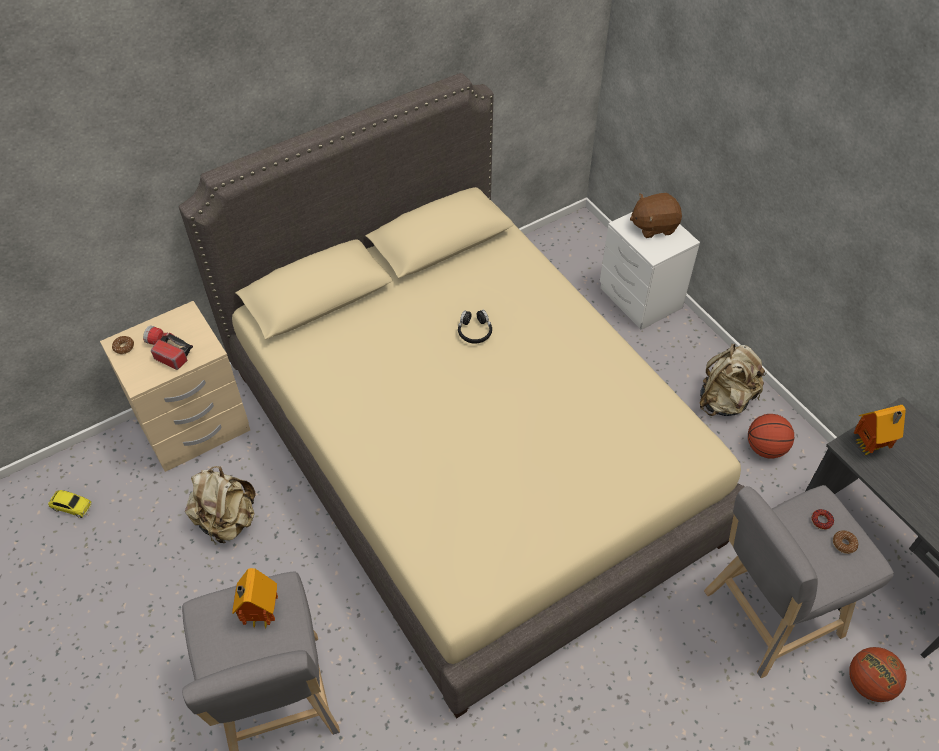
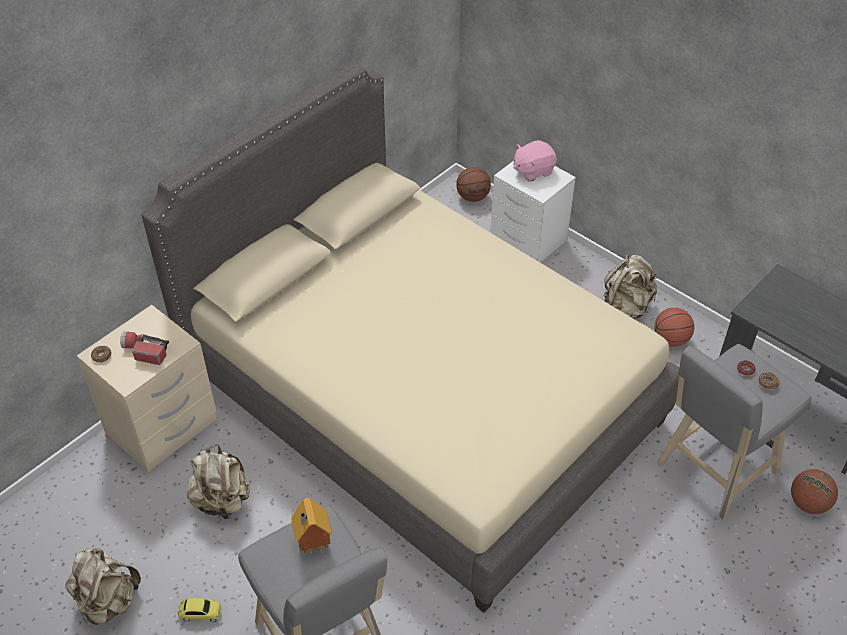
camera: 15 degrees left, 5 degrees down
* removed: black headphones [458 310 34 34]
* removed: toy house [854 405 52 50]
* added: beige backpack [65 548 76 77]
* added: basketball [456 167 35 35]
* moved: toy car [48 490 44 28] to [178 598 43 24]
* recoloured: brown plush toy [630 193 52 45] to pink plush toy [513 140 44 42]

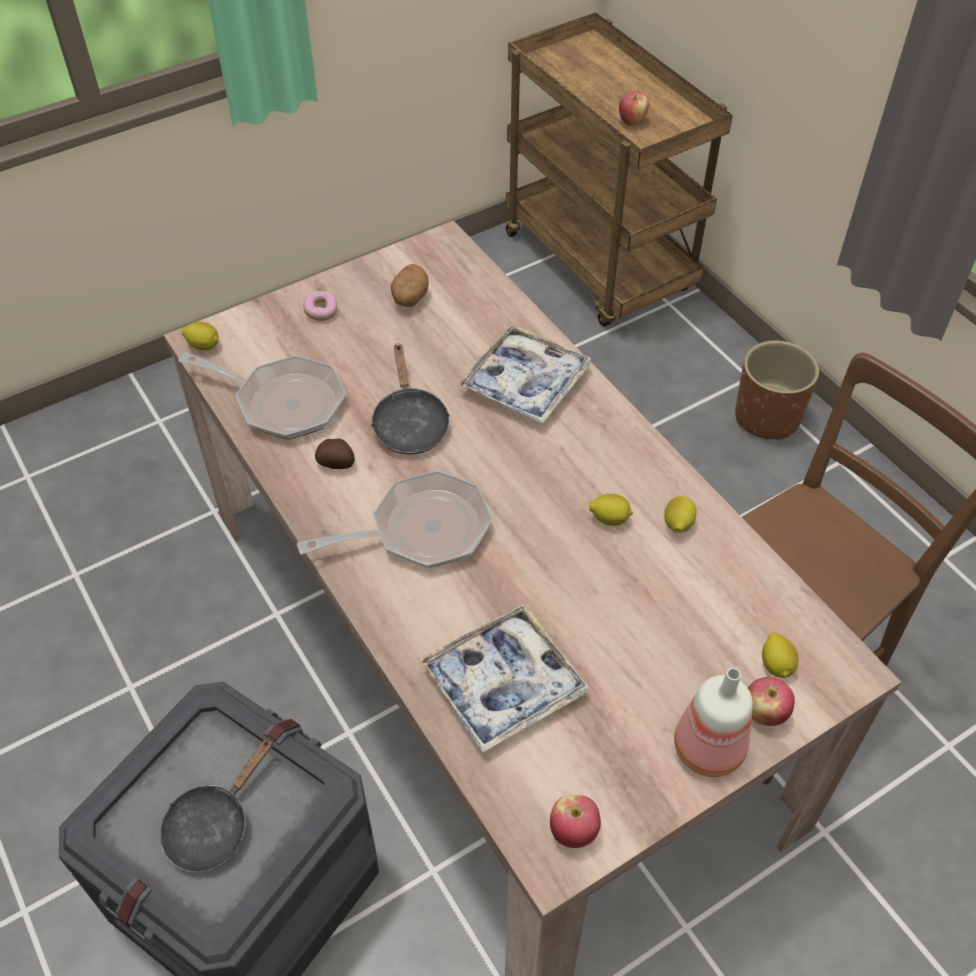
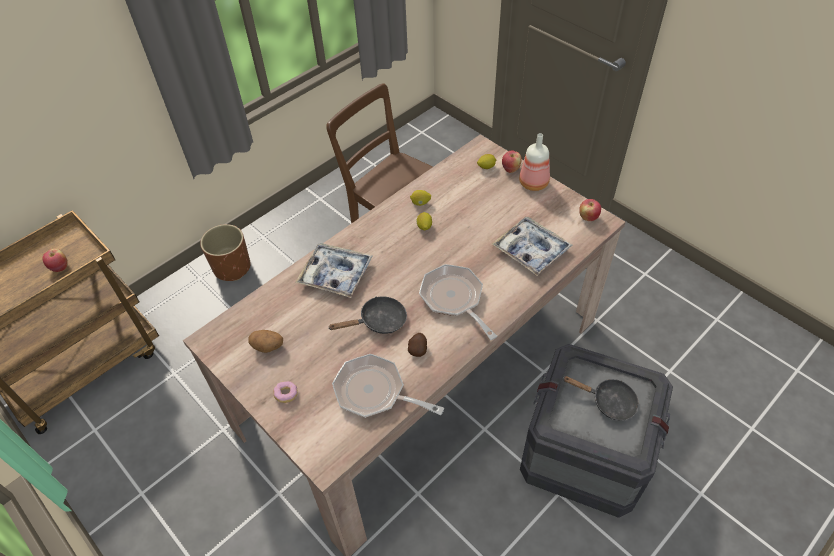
camera: 100 degrees left, 0 degrees up
* removed: lemon [182 322 37 28]
* turned: frying pan [178 352 168 87] = [332 354 112 64] 75 degrees counterclockwise

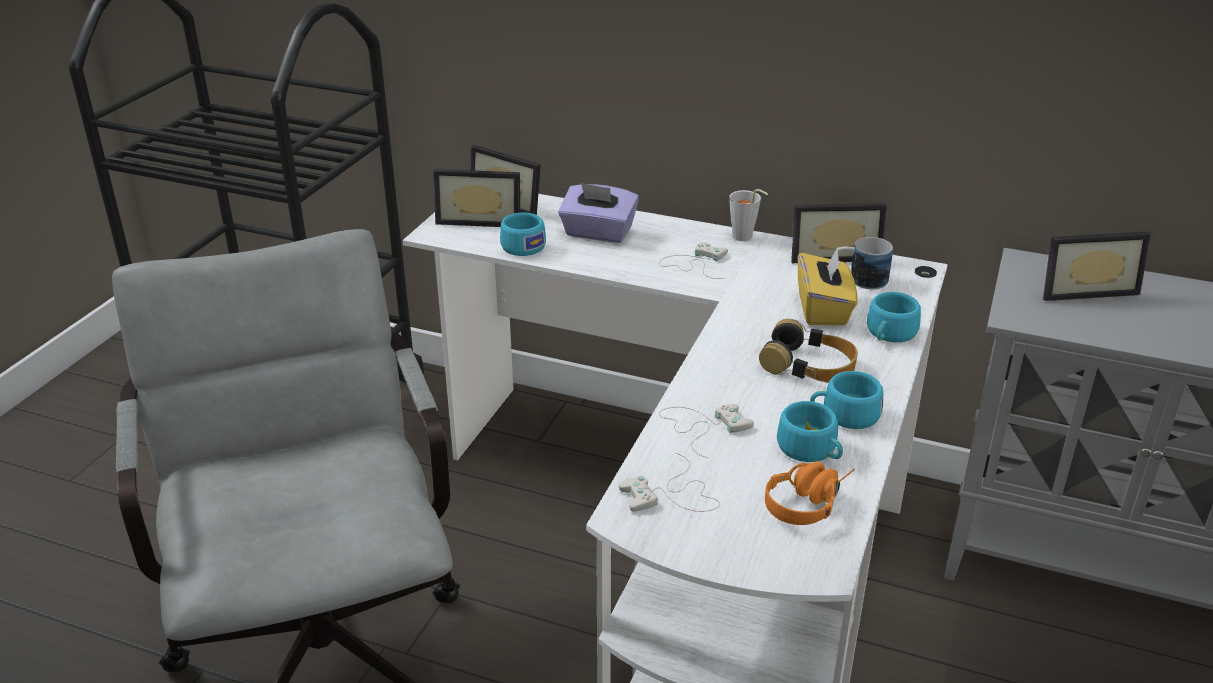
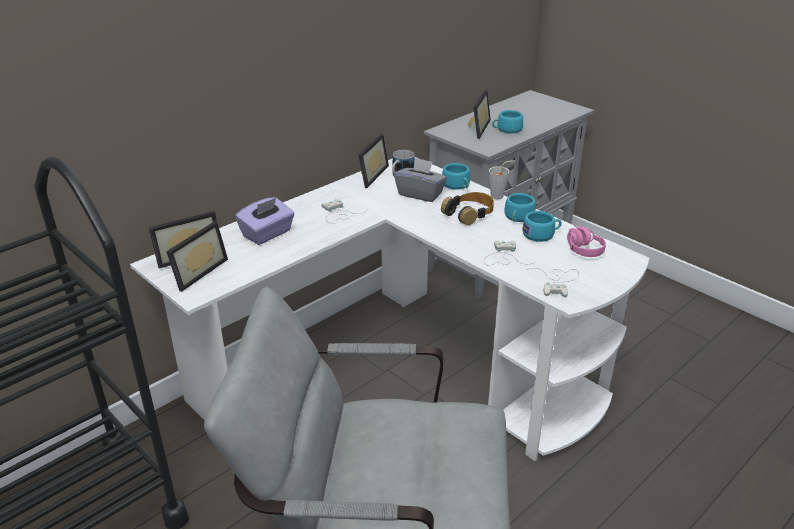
camera: 65 degrees left, 0 degrees up
* moved: turquoise cup [500 212 46 44] to [492 110 31 23]
* moved: grey cup [729 189 39 52] to [489 160 26 39]
* recoloured: orange headphones [765 461 90 64] to pink headphones [567 225 39 32]
* recoloured: yellow tissue box [798 247 59 78] to grey tissue box [394 158 53 44]

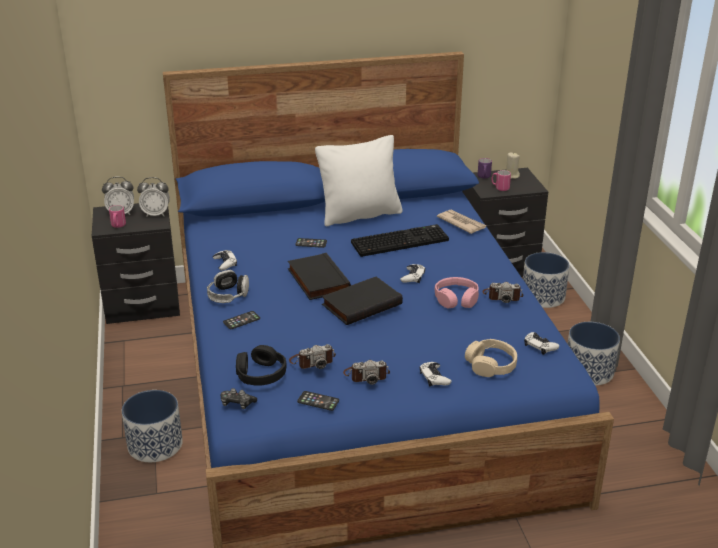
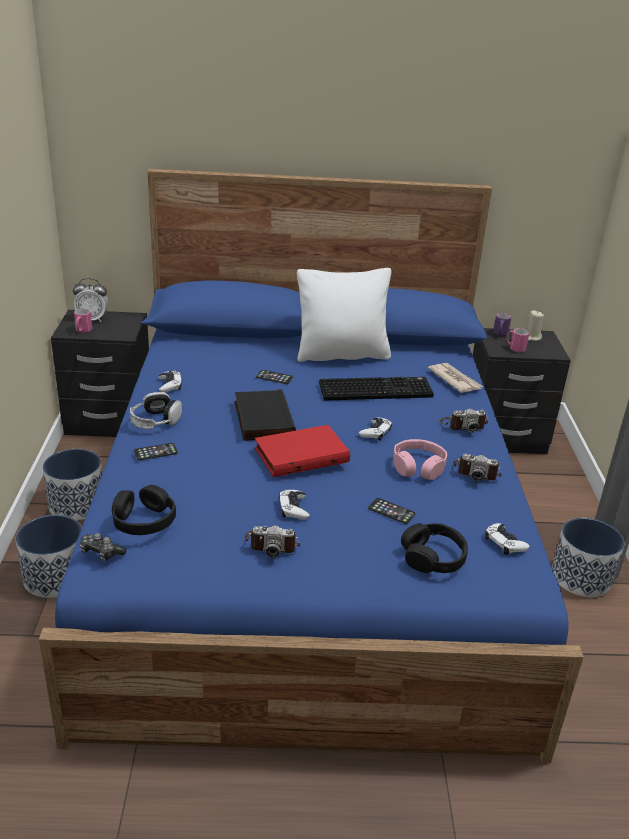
camera: 10 degrees right, 0 degrees up
* removed: alarm clock [137 177 33 40]
* moved: photo camera [289 344 47 25] to [440 408 48 24]
* moved: phone [297 391 42 20] to [368 498 47 26]
* moved: white game controller [420 362 32 25] to [279 490 31 29]
* moved: planter [523 252 47 56] to [43 449 59 71]
* recoloured: black book [322 277 81 48] to red book [254 425 96 52]
* recoloured: beige headphones [465 339 52 38] to black headphones [401 523 67 50]

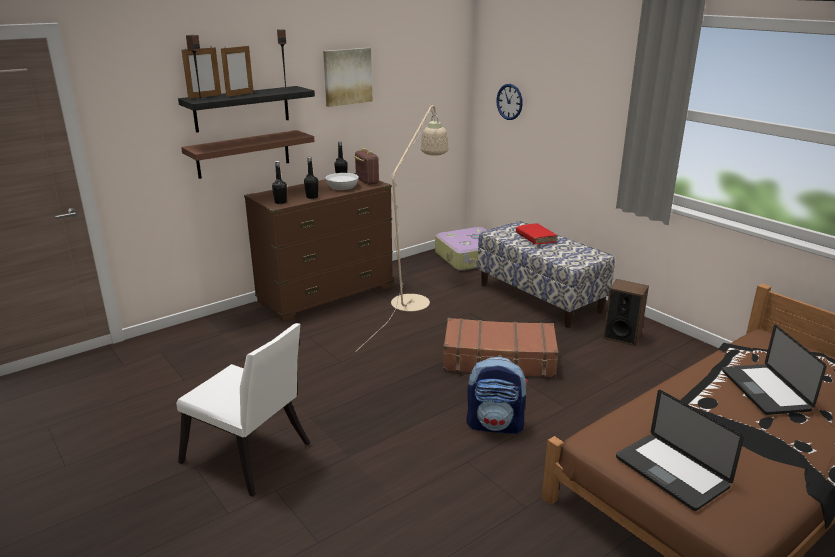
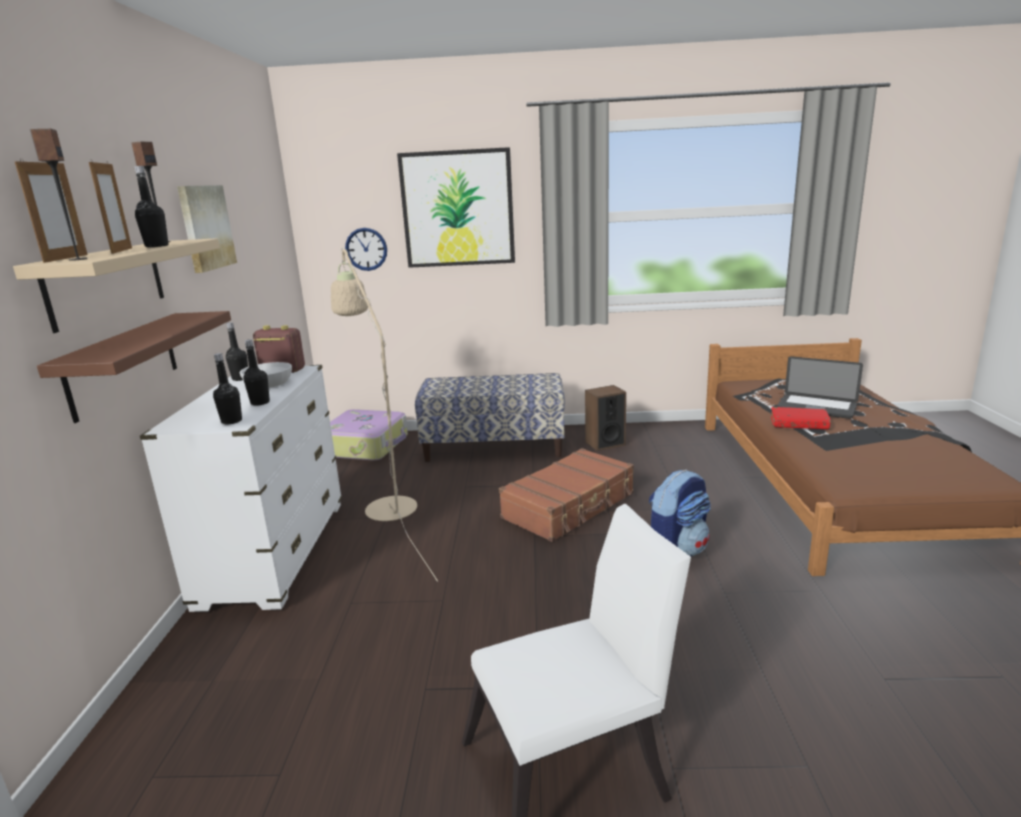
camera: 50 degrees left, 5 degrees down
* removed: laptop [616 390 128 121]
* added: black bottle [134 166 34 81]
* added: picture [397 147 118 121]
* moved: red book [516 223 41 21] to [771 407 60 22]
* recoloured: black shelf [178 86 137 47] to beige shelf [13 238 207 95]
* recoloured: brown dresser [244 173 149 149] to white dresser [140 365 202 247]

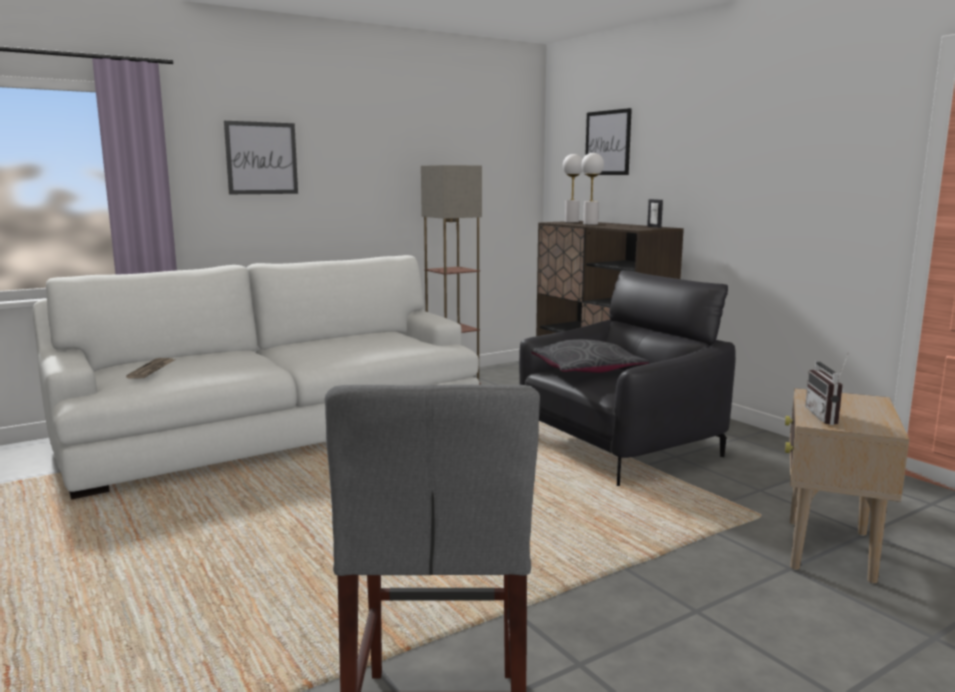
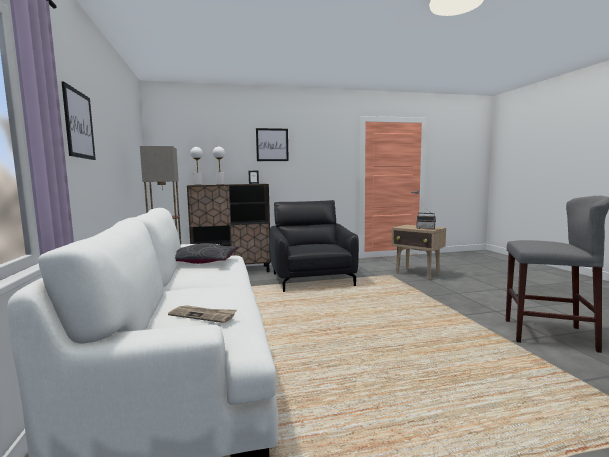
camera: 70 degrees left, 5 degrees down
* moved: grey pillow [531 339 118 34] to [175 243 63 21]
* moved: picture [585 108 47 67] to [256 128 33 33]

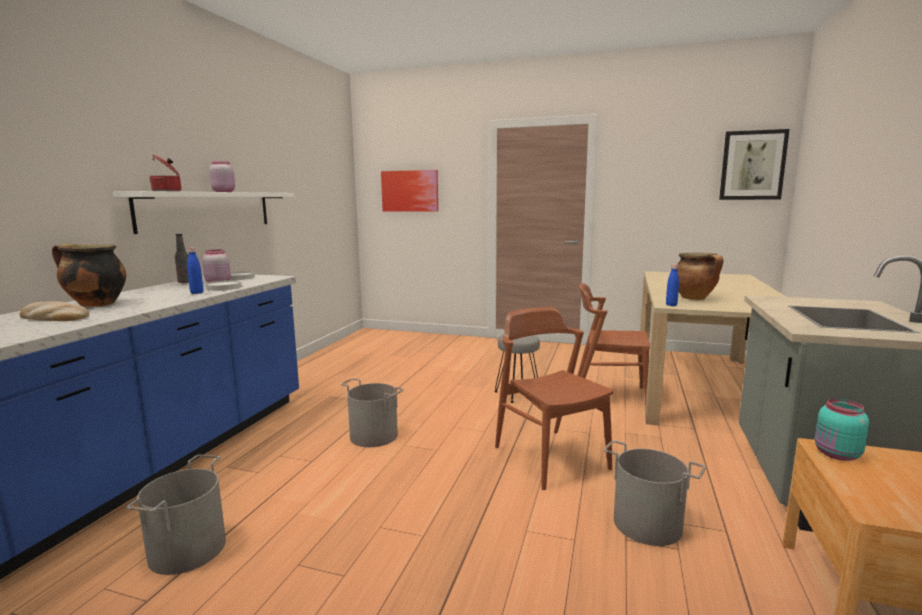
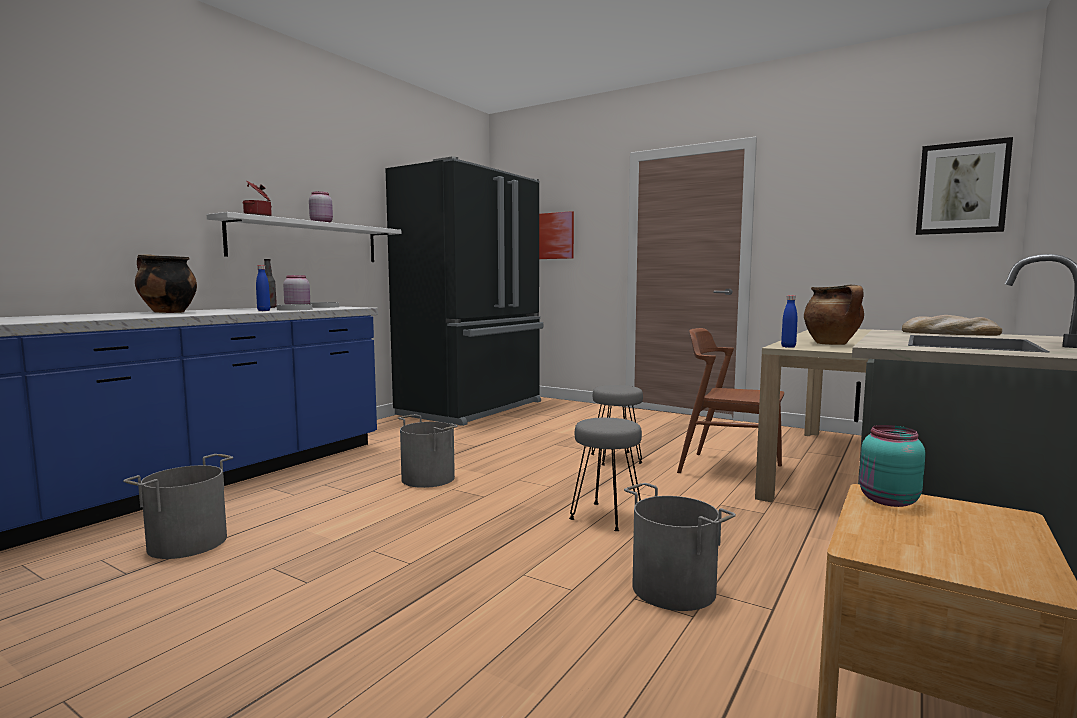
camera: 15 degrees right, 5 degrees down
* added: black fridge [385 156 158 270]
* moved: bread [20 301 70 20] to [902 315 100 21]
* replaced: brown chair [495 307 118 183] to grey stool [569 417 73 114]

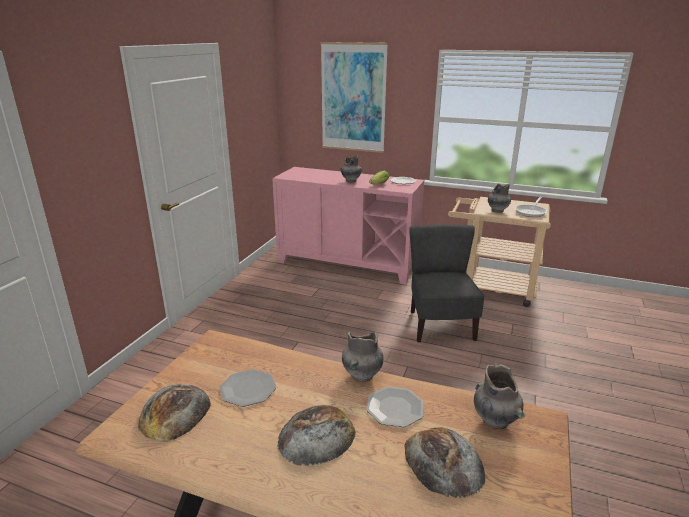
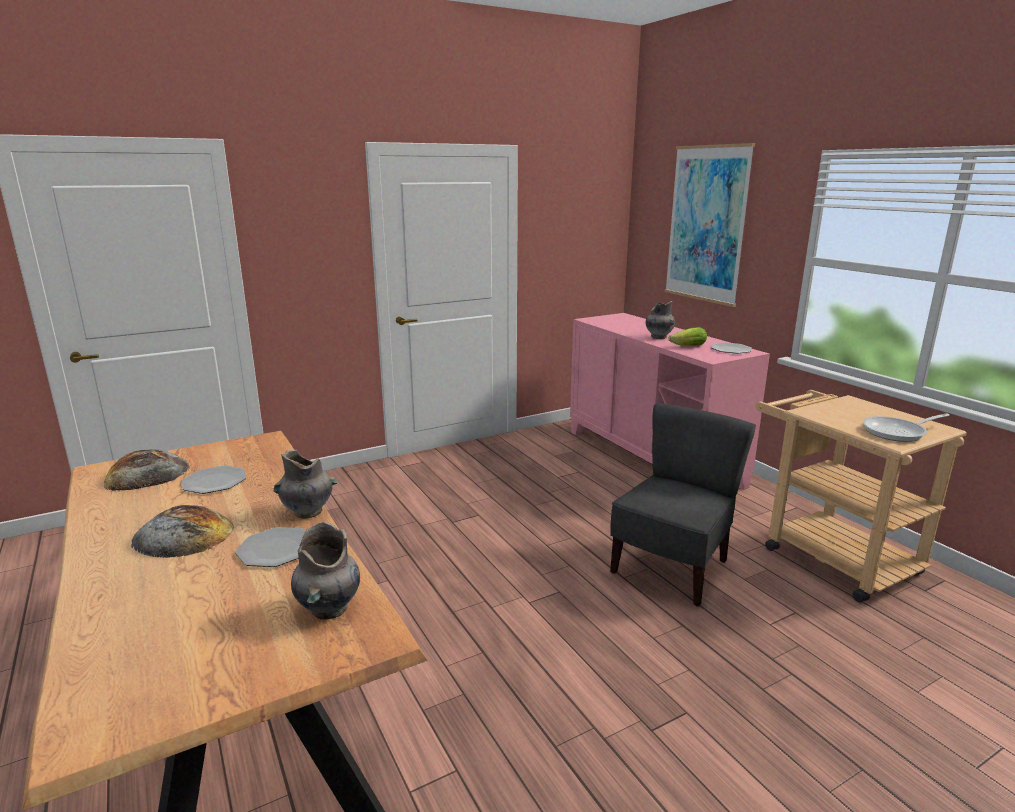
camera: 40 degrees right, 5 degrees down
* removed: bread [405 427 81 71]
* removed: grey vase [487 184 24 29]

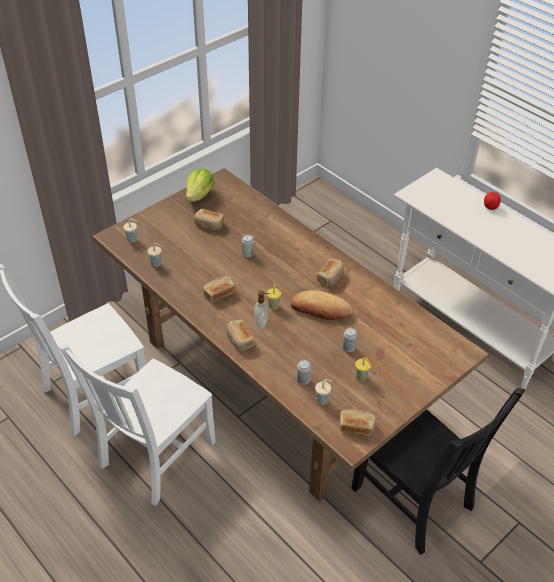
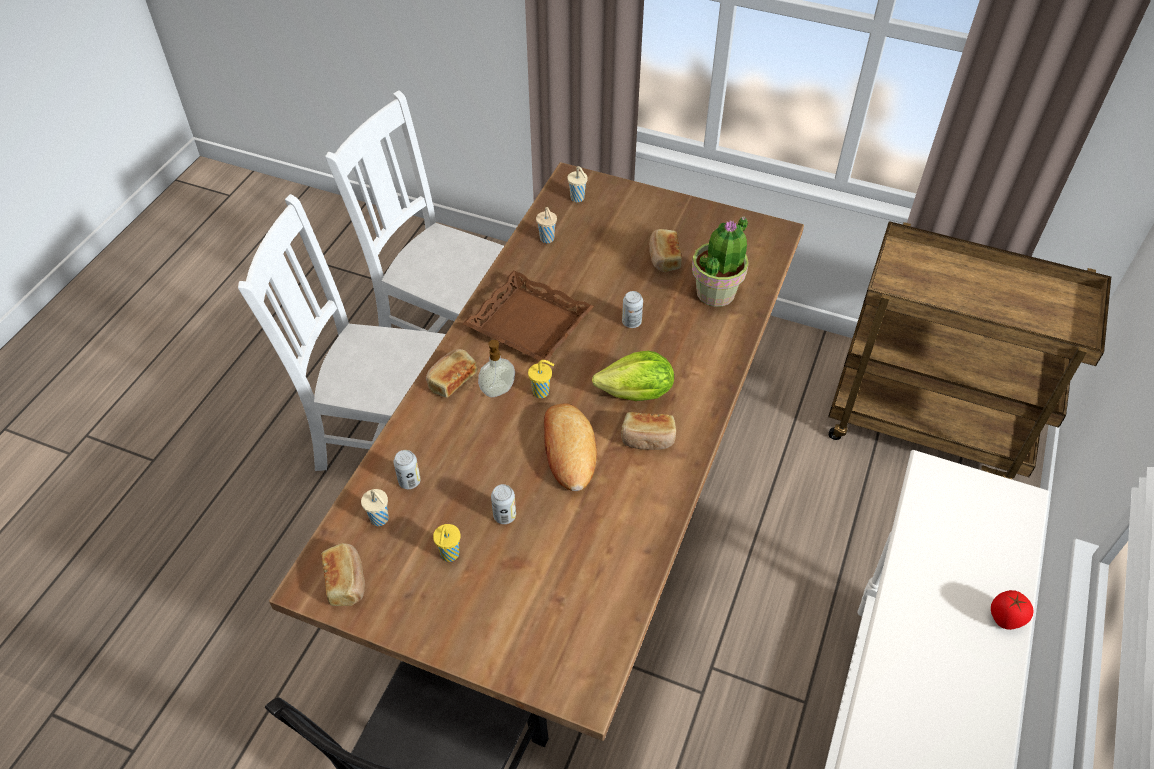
camera: 65 degrees right, 5 degrees up
* added: potted plant [692 216 57 91]
* added: brown cart [828 221 283 258]
* moved: lettuce [186 169 28 33] to [592 351 82 50]
* replaced: bread [203 276 33 26] to brown tray [463 270 131 93]

